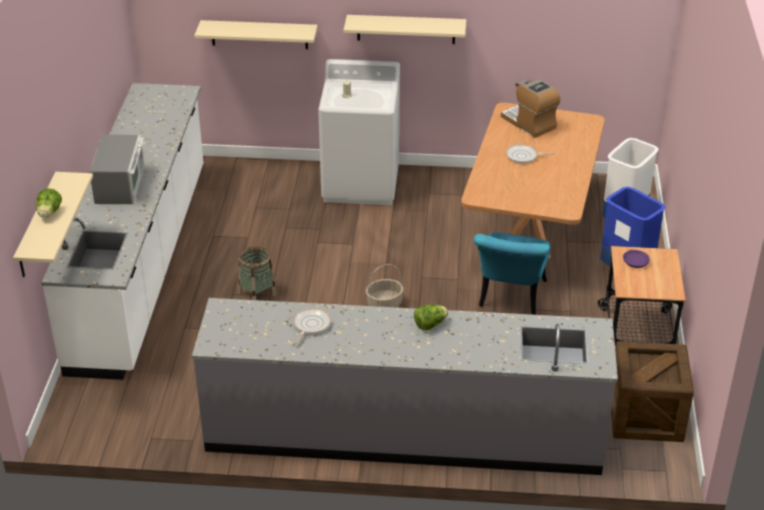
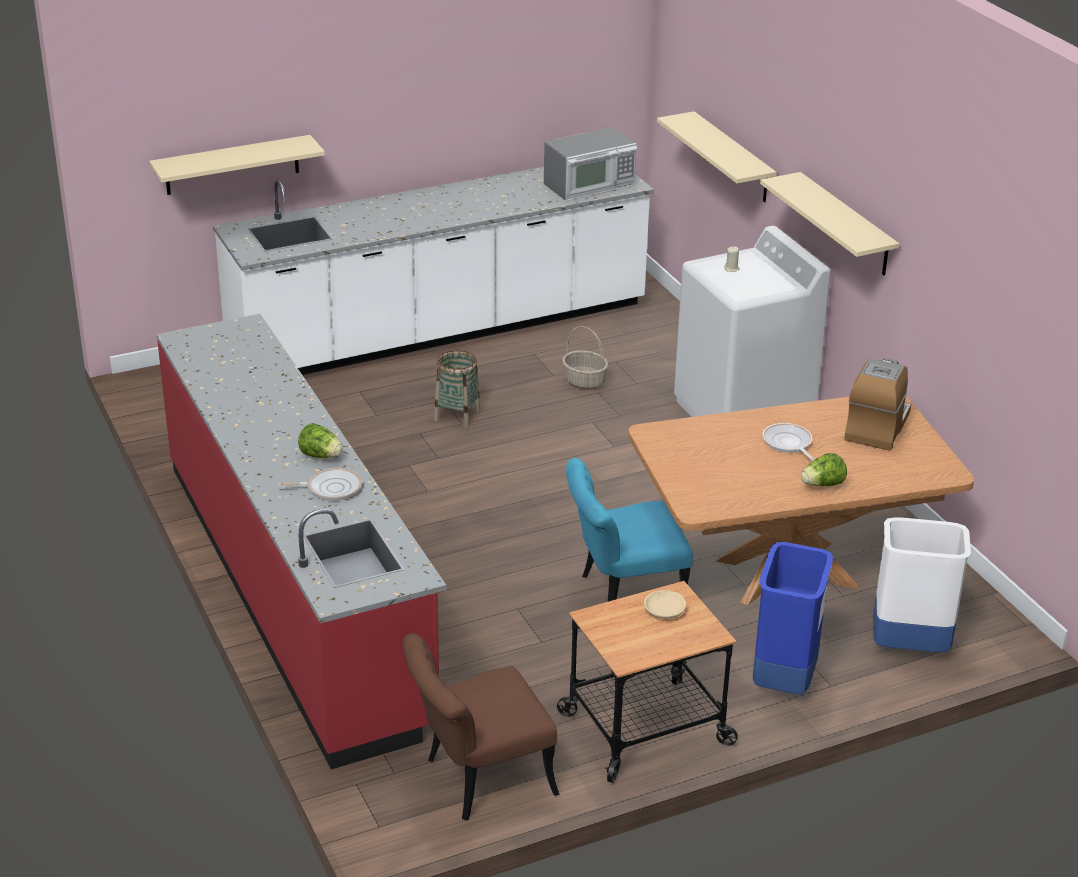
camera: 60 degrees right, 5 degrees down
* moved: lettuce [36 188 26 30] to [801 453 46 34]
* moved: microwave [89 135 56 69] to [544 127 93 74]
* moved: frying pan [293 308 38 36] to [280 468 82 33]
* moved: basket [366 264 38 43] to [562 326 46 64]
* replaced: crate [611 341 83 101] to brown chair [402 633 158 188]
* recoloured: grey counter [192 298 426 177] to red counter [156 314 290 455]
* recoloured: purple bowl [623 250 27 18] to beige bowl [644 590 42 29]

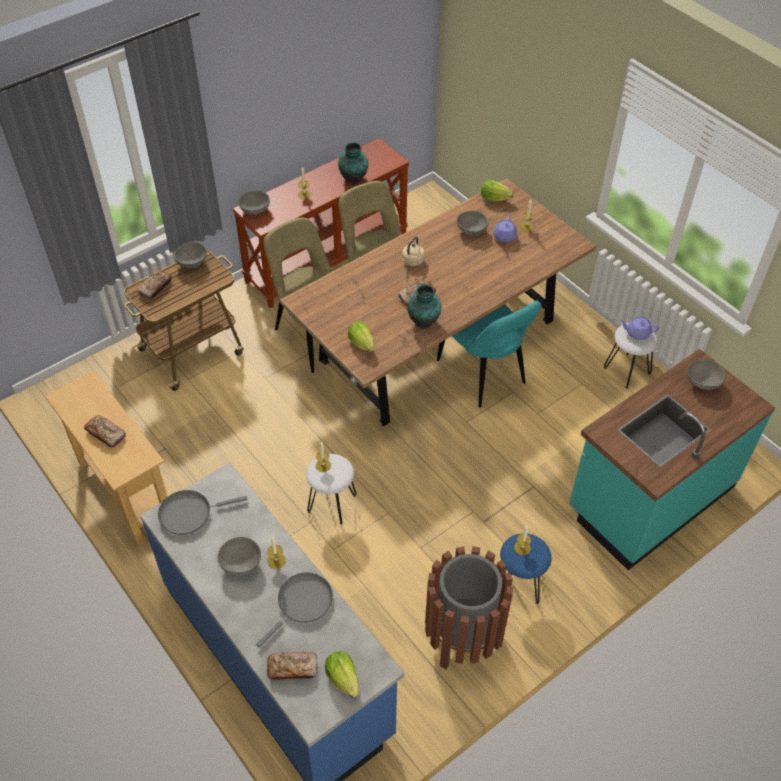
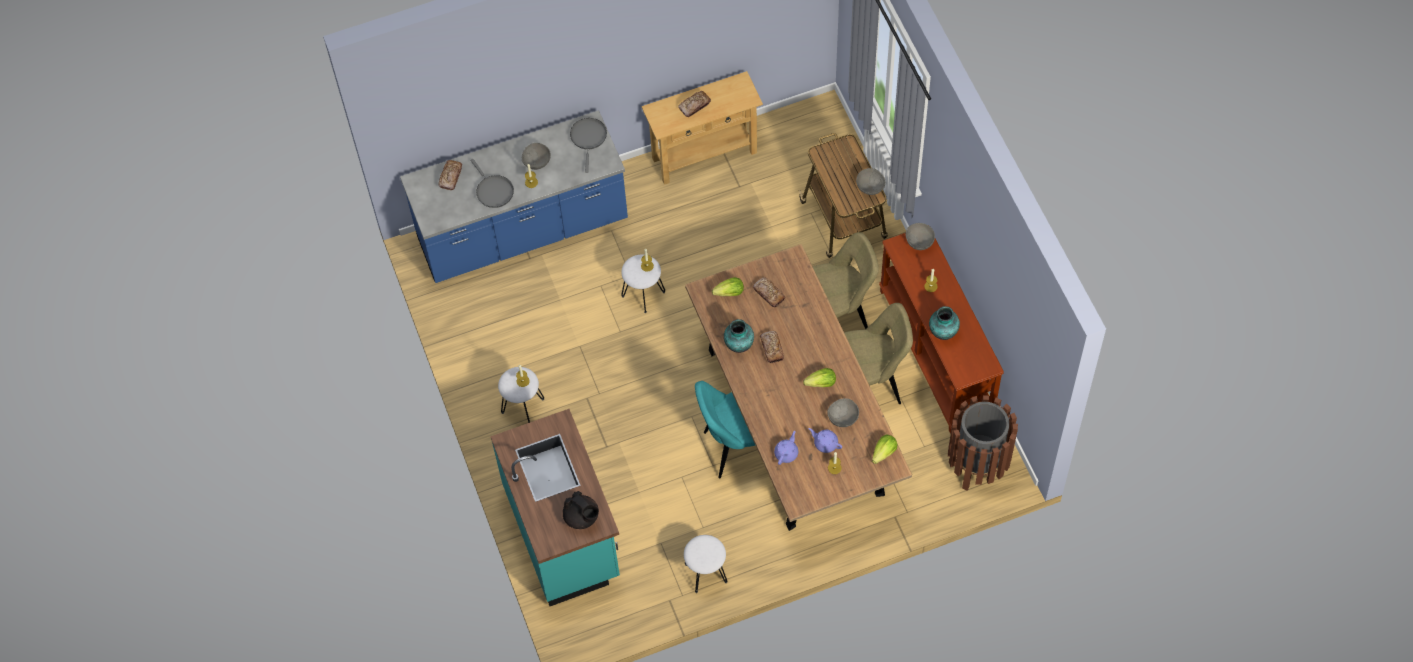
camera: 110 degrees right, 10 degrees up
* removed: beige kettle [401 237 24 29]
* moved: bread [137 269 35 30] to [753 277 32 30]
* moved: lettuce [325 651 34 46] to [803 368 33 19]
* moved: brown trash can [425 546 88 123] to [948 395 70 96]
* moved: purple teapot [620 317 39 23] to [774 431 24 34]
* replaced: grey bowl [687 359 39 31] to black teapot [563 491 36 38]
* recoloured: blue stool [500 533 51 71] to white stool [498 367 46 56]

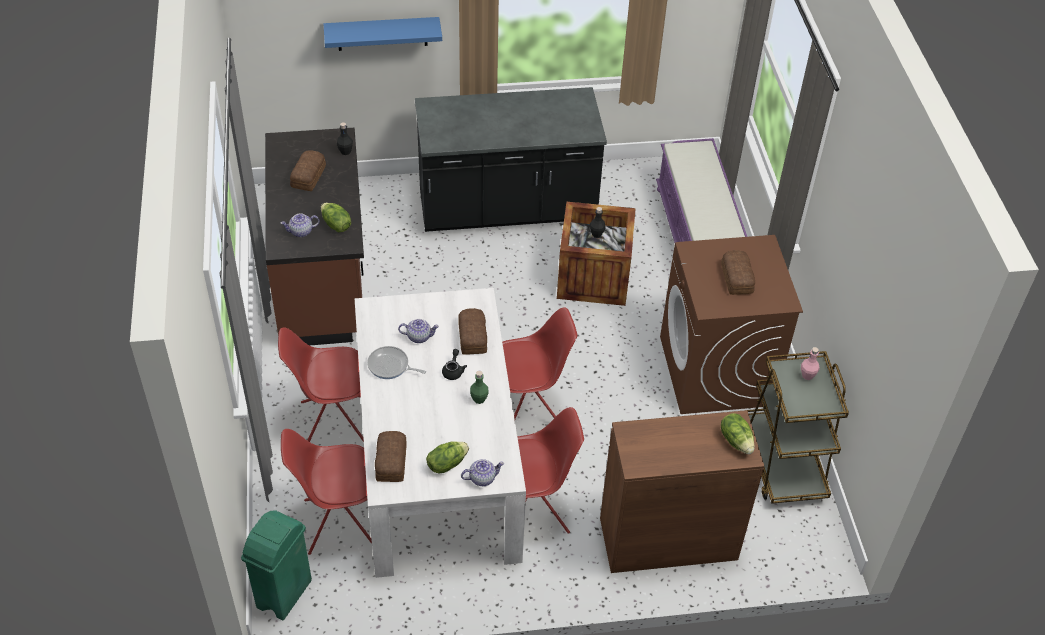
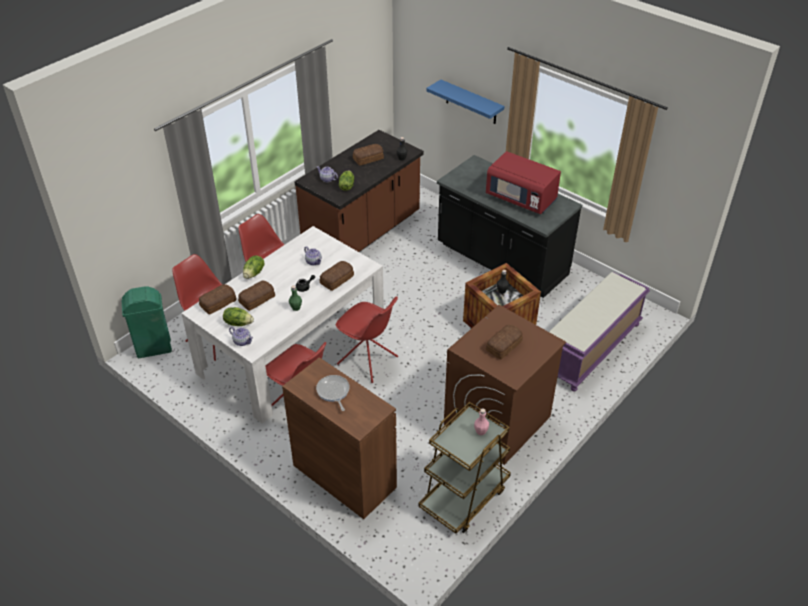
camera: 50 degrees right, 5 degrees down
* added: bread [238 280 37 31]
* added: red microwave [486 151 75 63]
* moved: frying pan [367 346 59 33] to [316 375 34 36]
* moved: lettuce [721 413 34 41] to [243 256 22 23]

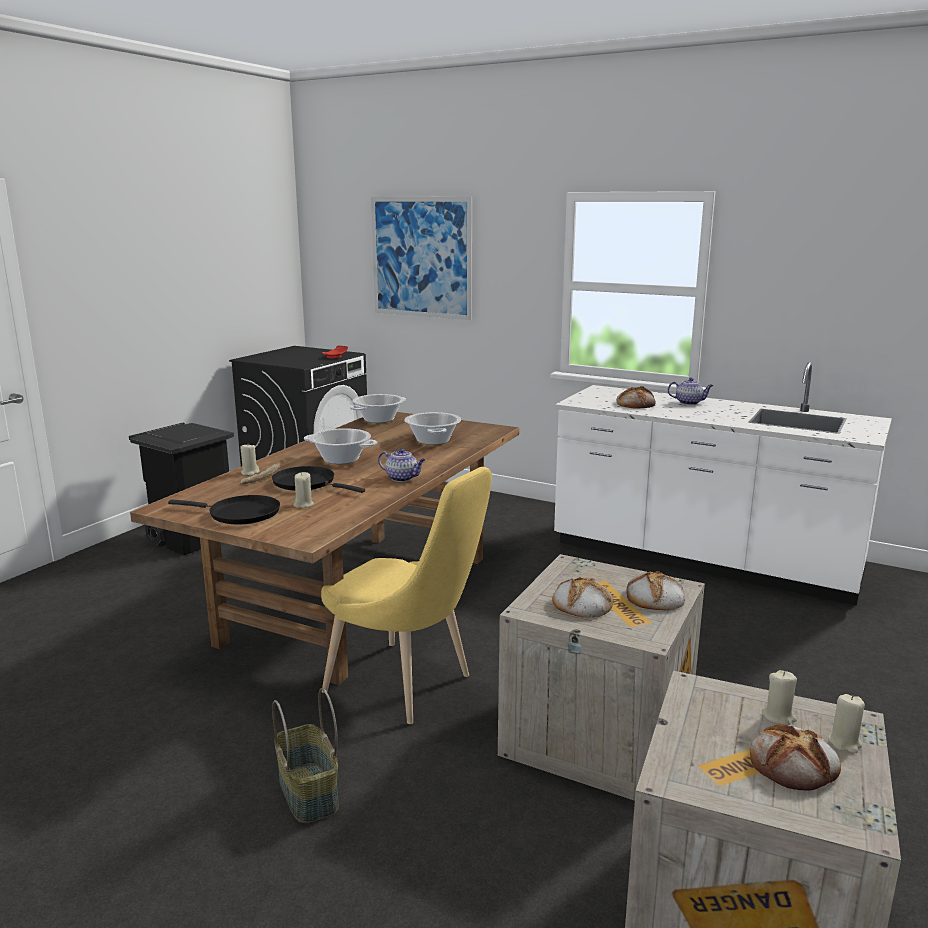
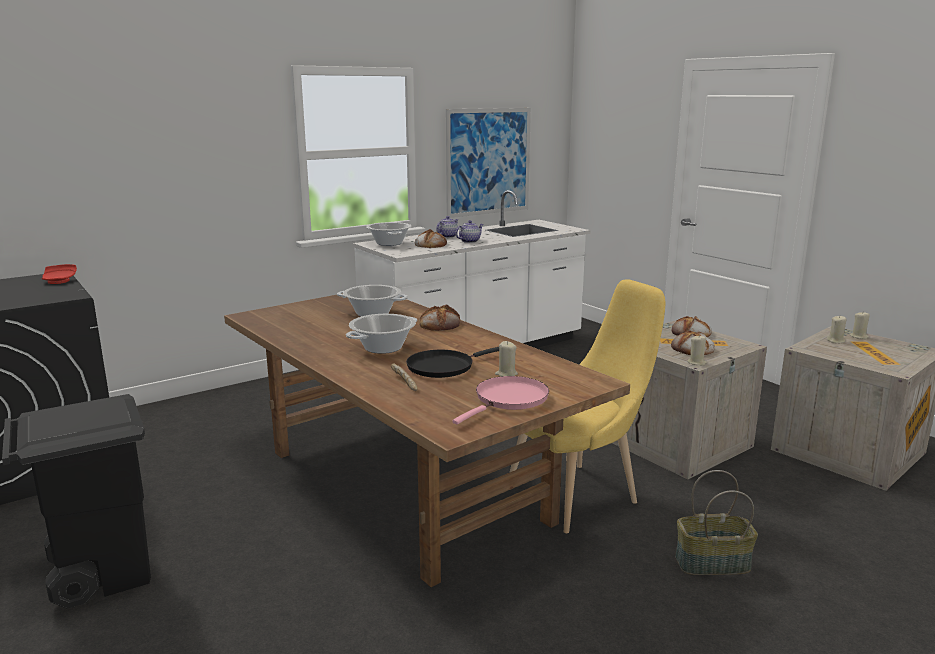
camera: 65 degrees left, 0 degrees up
* moved: beige candle [240 445 20 31] to [687 335 20 31]
* moved: cooking pot [350 394 56 29] to [366 222 45 24]
* moved: picture [371 197 101 123] to [446 108 85 110]
* moved: teapot [378 448 47 34] to [455 220 29 23]
* moved: bread [750 724 91 67] to [419 305 41 26]
* recoloured: black frying pan [168 495 112 29] to pink frying pan [452 376 97 48]

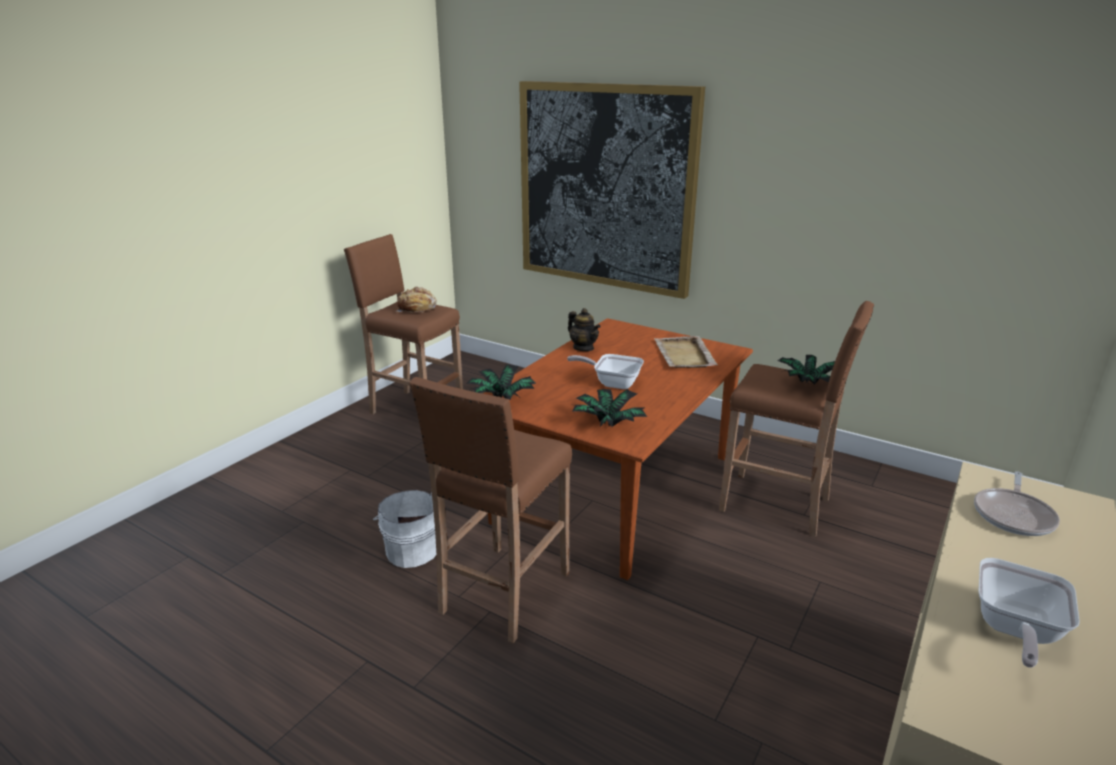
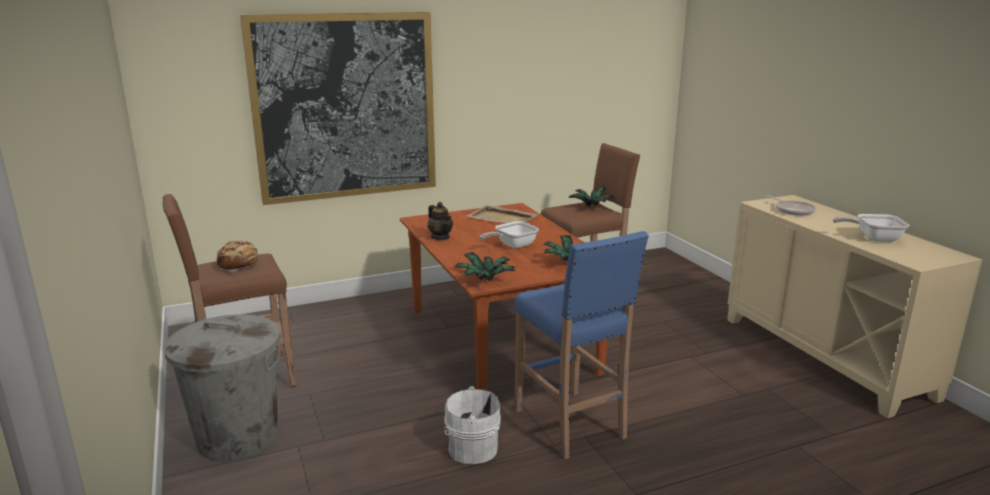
camera: 55 degrees left, 5 degrees down
* added: grey trash can [164 314 116 148]
* recoloured: brown stool [409 377 163 266] to blue stool [514 231 135 228]
* turned: teapot [568 308 33 43] = [427 202 26 38] 60 degrees clockwise
* turned: frying pan [978 558 102 110] = [833 214 76 28] 120 degrees clockwise

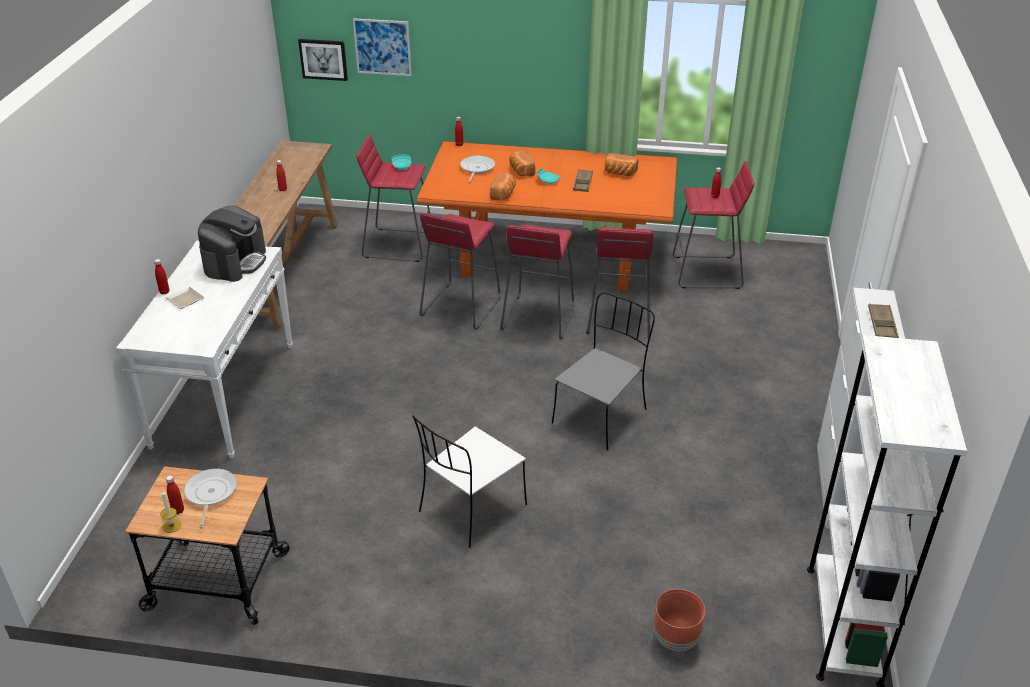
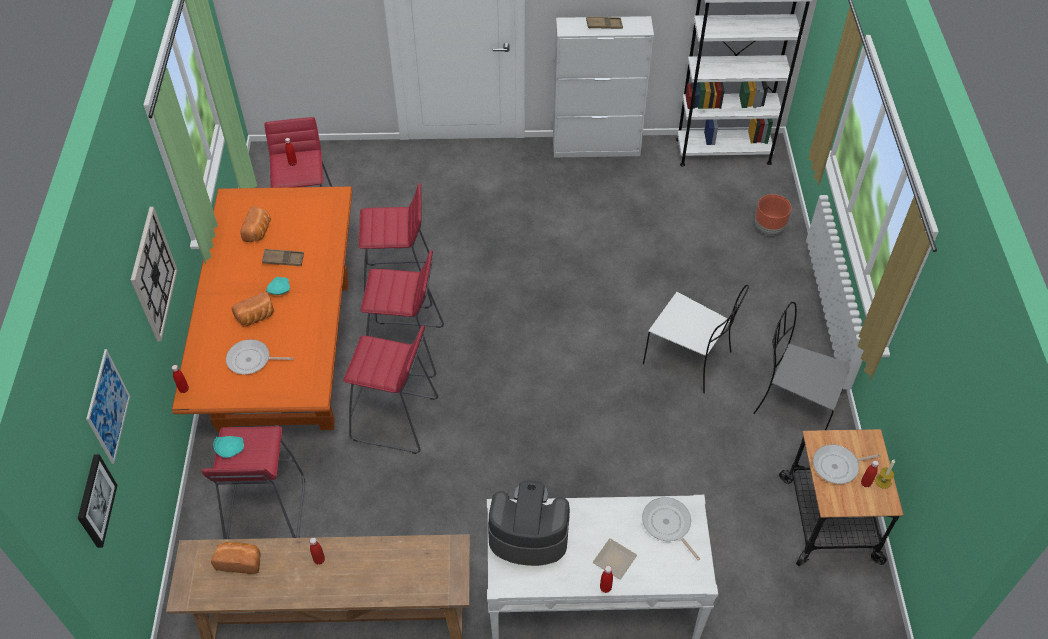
camera: 100 degrees left, 15 degrees up
* added: wall clock [131 207 47 134]
* added: frying pan [642 497 58 63]
* moved: bread [490 172 26 28] to [211 542 50 32]
* moved: grey chair [552 292 103 158] to [753 302 97 128]

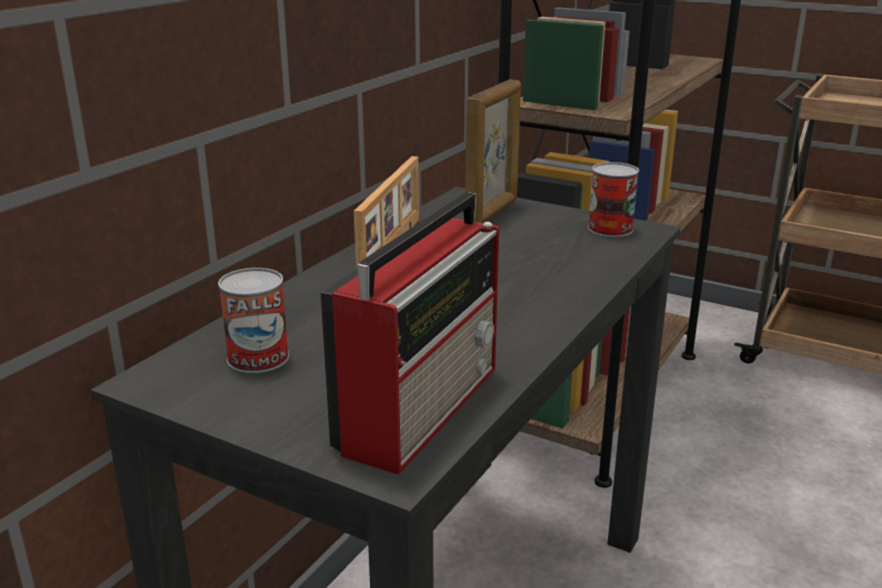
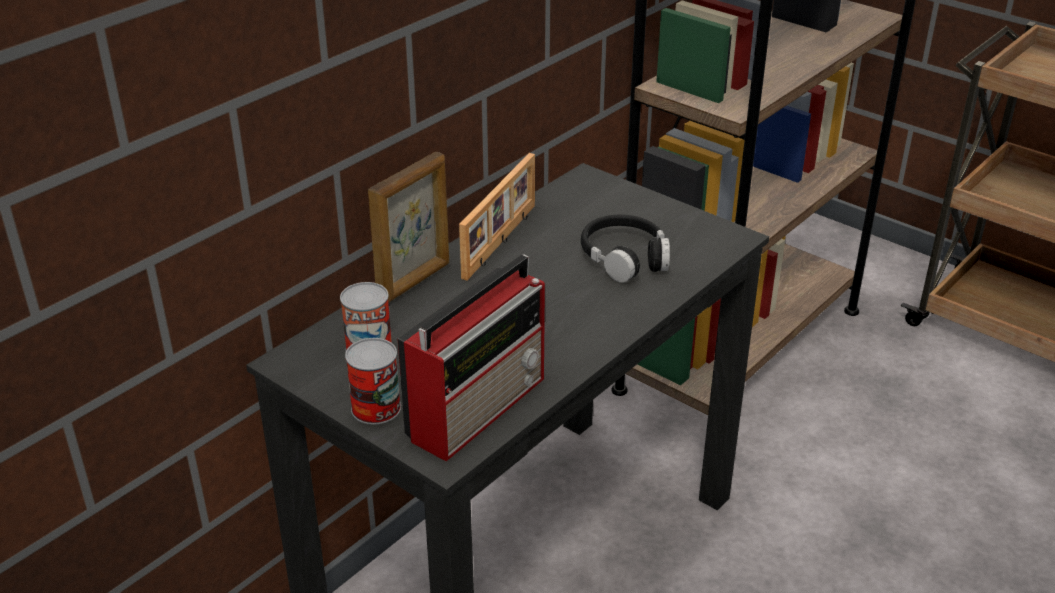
camera: 10 degrees right, 10 degrees up
* added: black headphones [581 215 89 68]
* moved: picture frame [465 80 56 143] to [368 152 81 151]
* moved: can [588 162 51 75] to [345 338 56 86]

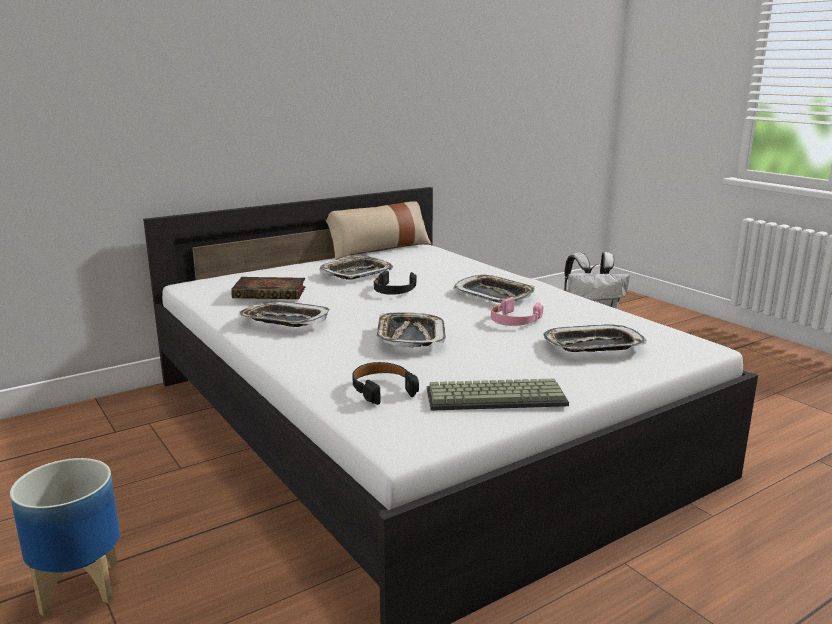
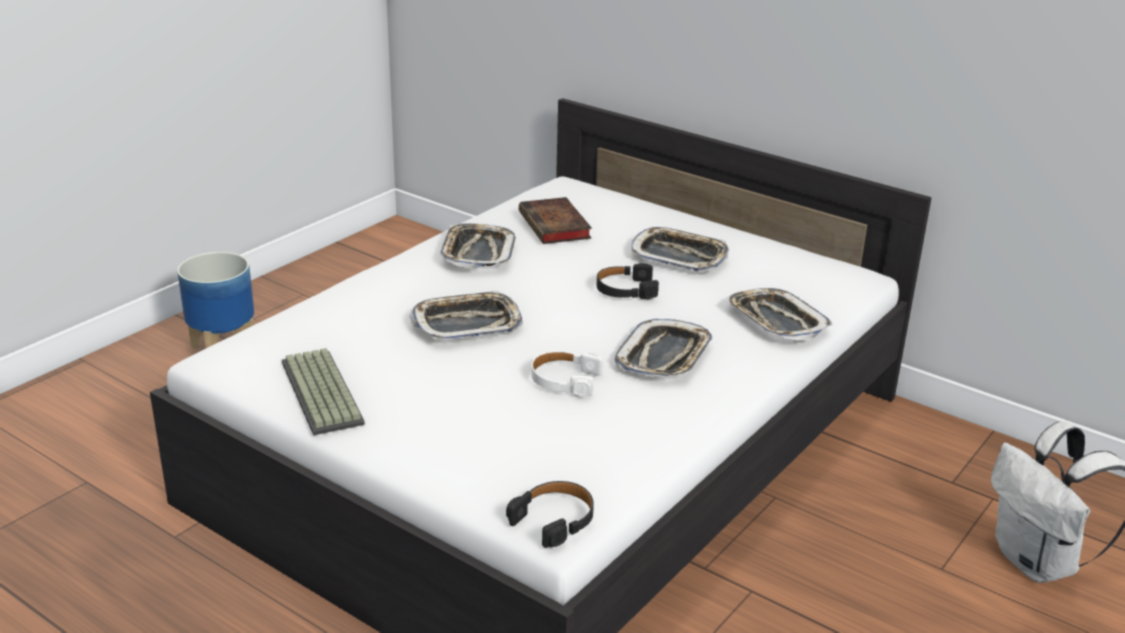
camera: 70 degrees right, 10 degrees up
* removed: beige pillow [326 201 105 59]
* moved: black headphones [352 362 67 43] to [506 481 88 67]
* moved: tray [543 324 104 28] to [726 288 107 53]
* recoloured: pink headphones [491 297 52 29] to white headphones [532 351 71 45]

